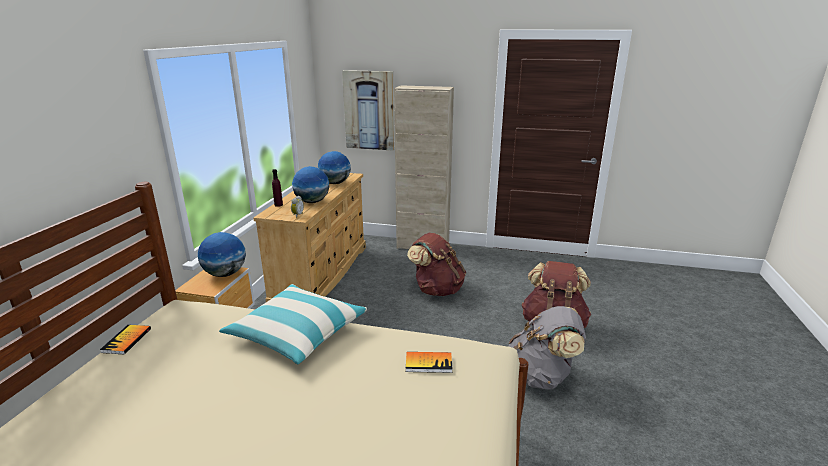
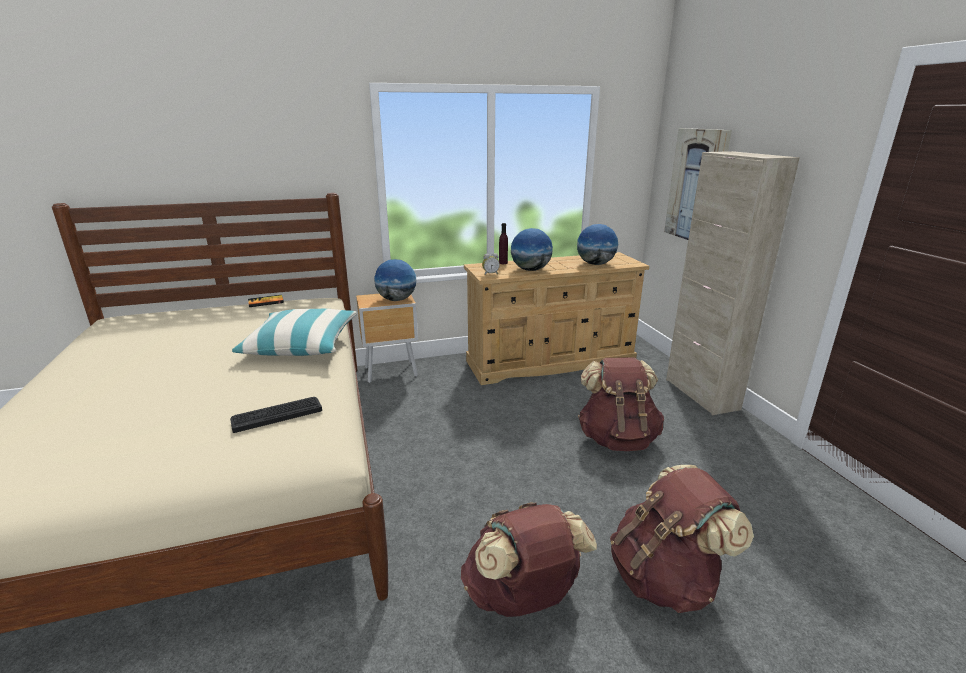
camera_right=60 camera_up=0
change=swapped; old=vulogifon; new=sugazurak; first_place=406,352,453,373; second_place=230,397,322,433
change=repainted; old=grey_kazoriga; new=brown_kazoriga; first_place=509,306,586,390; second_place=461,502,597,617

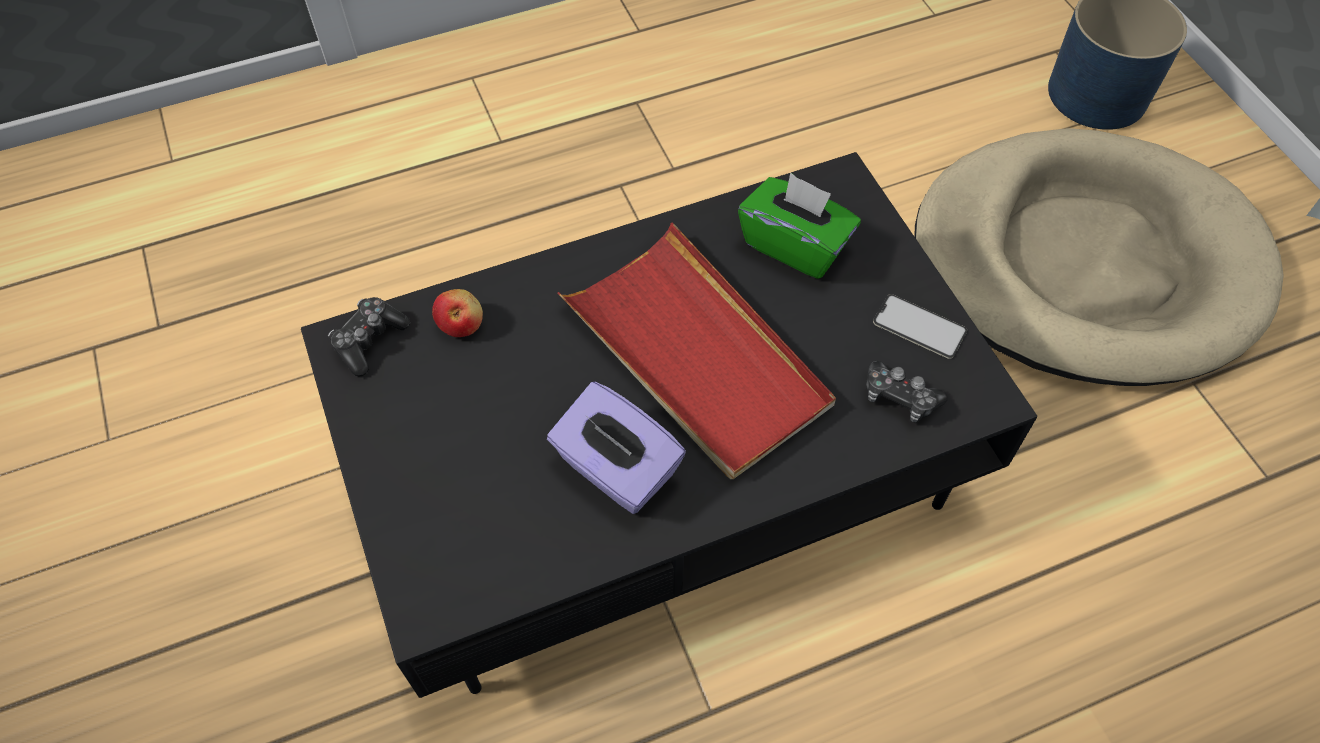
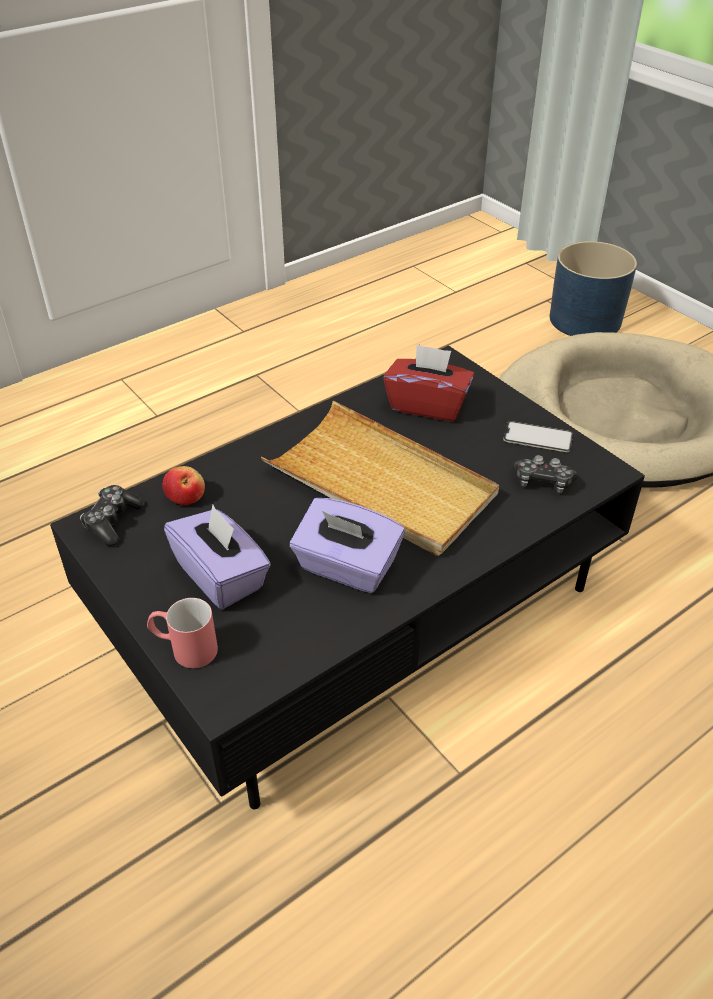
camera_right=-15 camera_up=-15
change=new; new=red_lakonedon; second_place=147,598,218,668
change=new; new=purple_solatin; second_place=164,505,271,609
change=repainted; old=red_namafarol; new=beige_namafarol; first_place=558,222,836,479; second_place=261,401,499,556
change=repainted; old=green_solatin; new=red_solatin; first_place=738,172,861,279; second_place=383,344,474,421

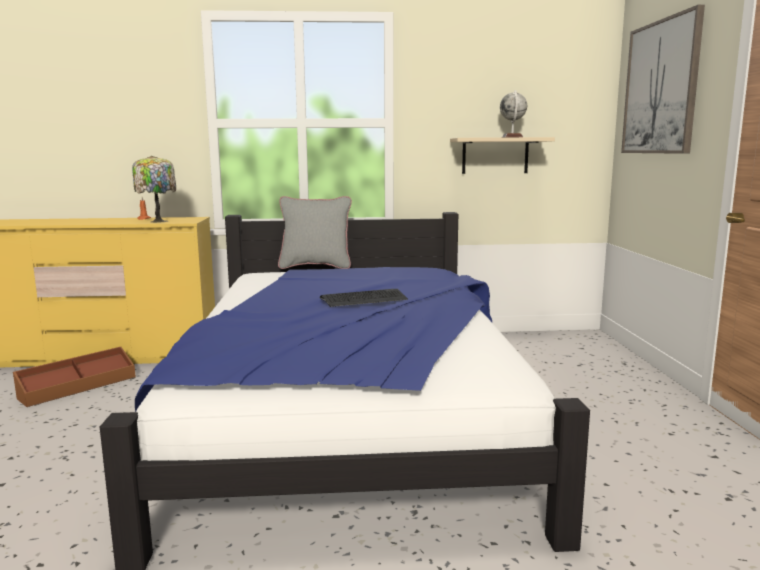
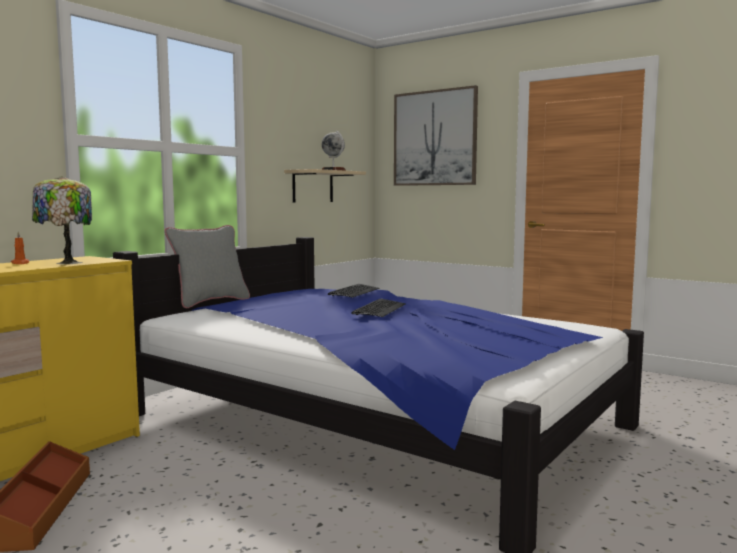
camera_right=-50 camera_up=-5
change=new; new=sugazurak; second_place=328,284,379,297

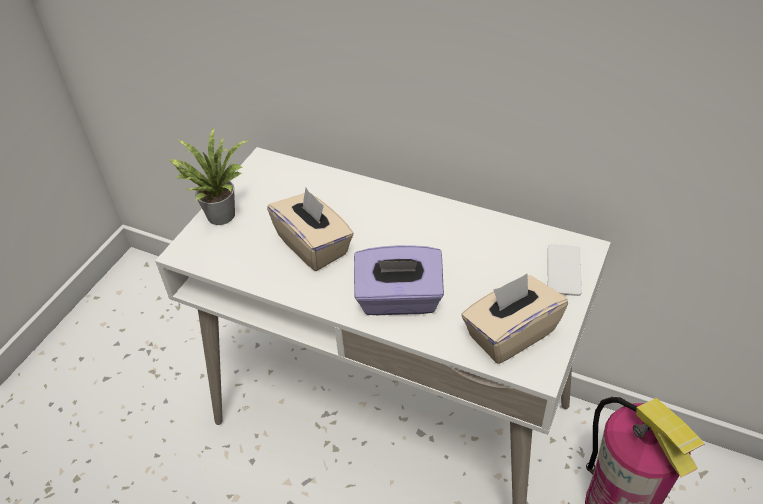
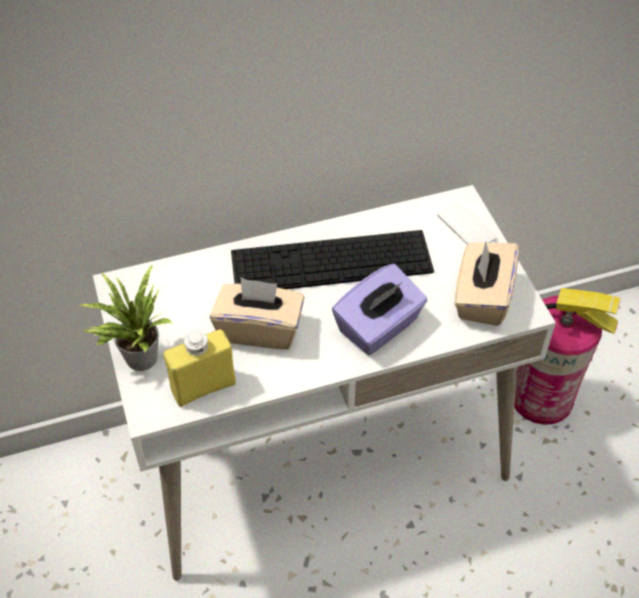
camera_right=-45 camera_up=5
change=new; new=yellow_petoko; second_place=164,329,236,407
change=new; new=sugazurak; second_place=231,230,434,289

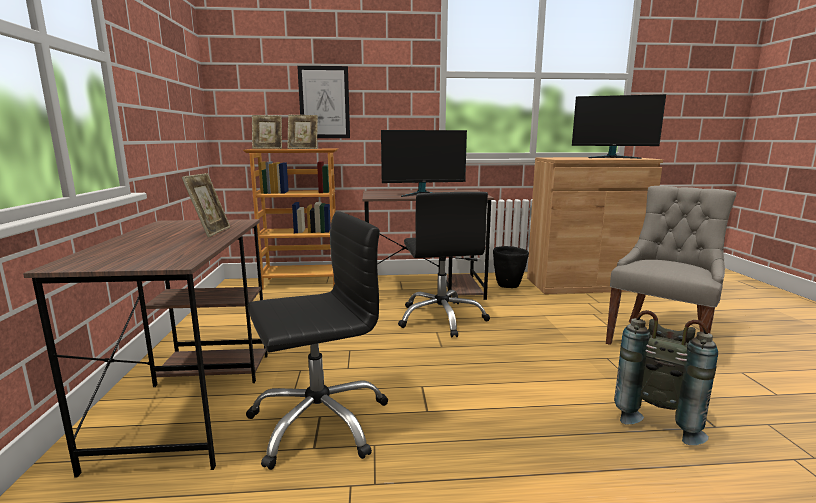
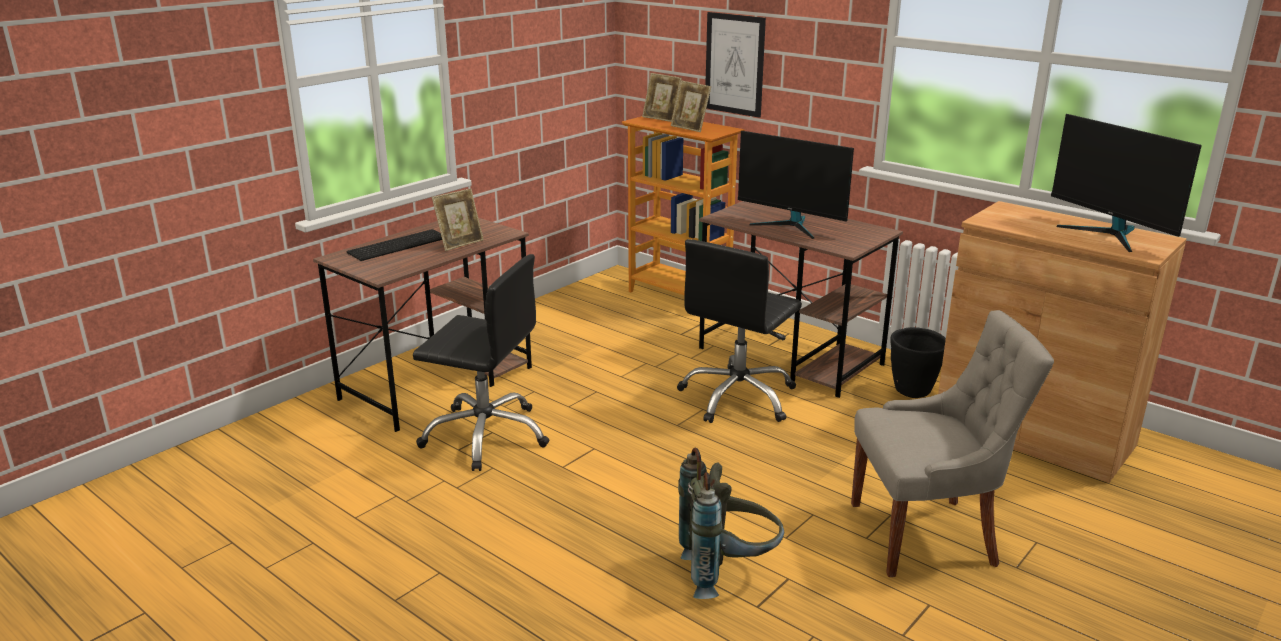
camera_right=45 camera_up=10
change=new; new=sugazurak; second_place=347,229,442,261

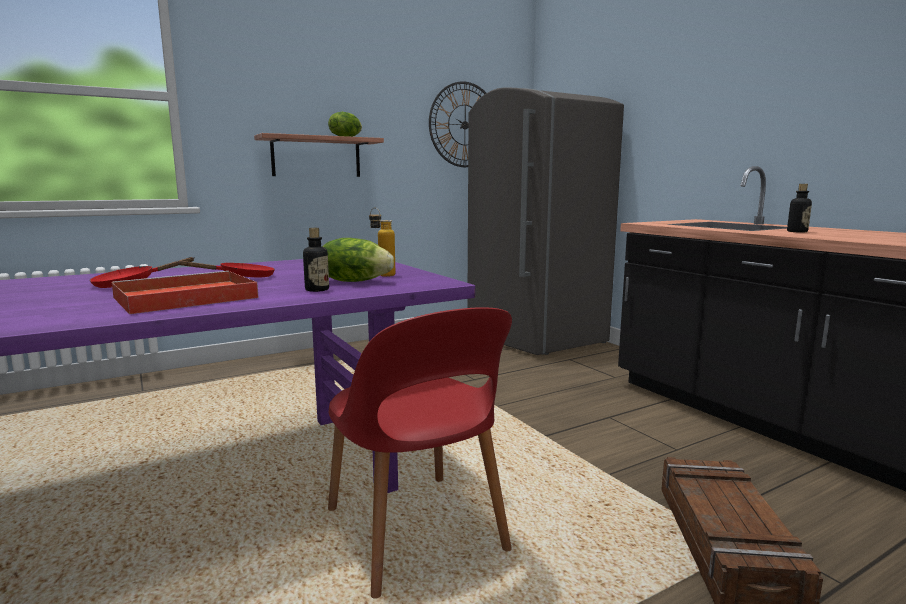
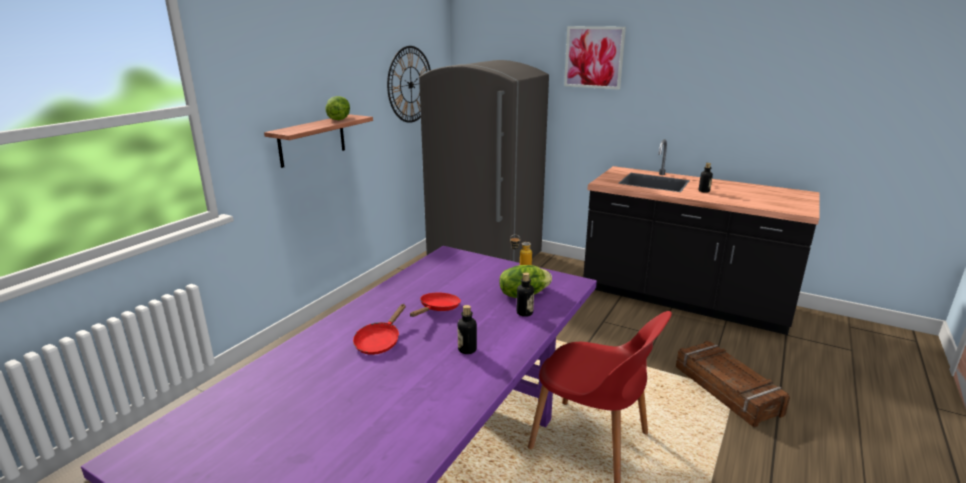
camera_right=-30 camera_up=10
change=new; new=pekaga; second_place=564,26,626,90
change=swapped; old=red_namafarol; new=petoko; first_place=112,271,259,314; second_place=458,305,477,354

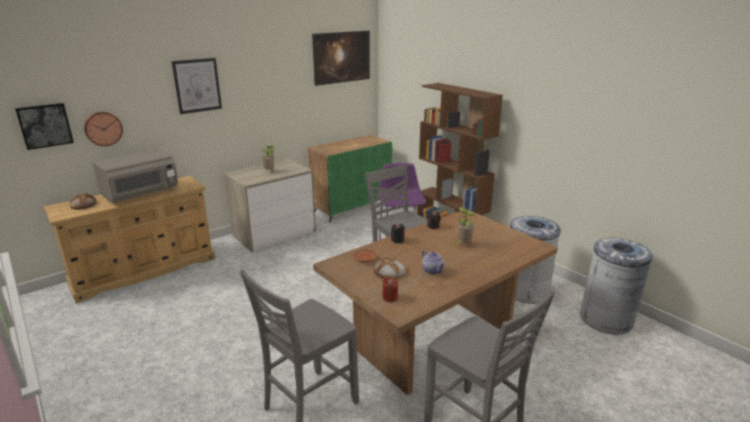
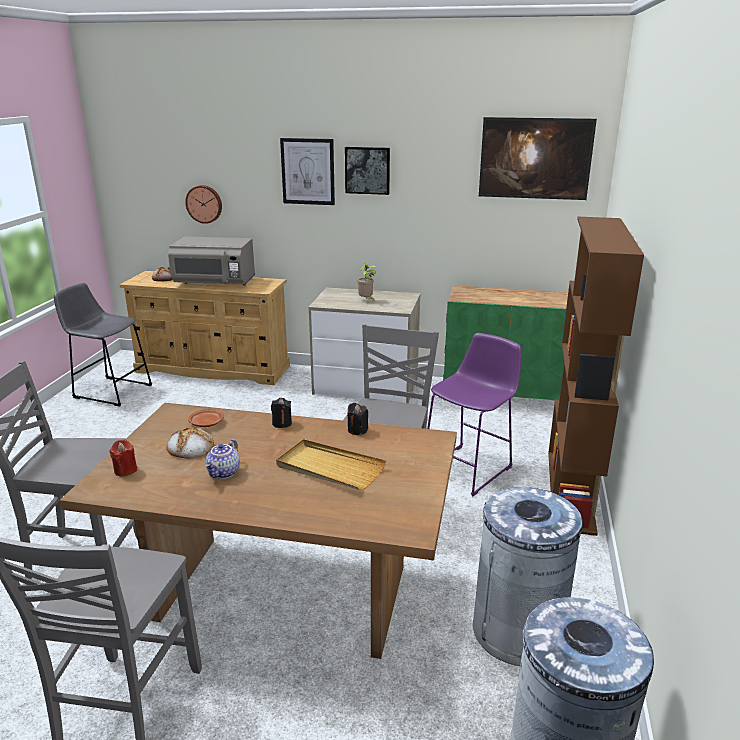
camera_right=50 camera_up=0
change=new; new=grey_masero; second_place=54,283,152,407
change=shifted; old=pekaga; first_place=15,103,74,150; second_place=345,147,390,195
change=swapped; old=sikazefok; new=beige_namafarol; first_place=455,207,475,245; second_place=276,439,386,490

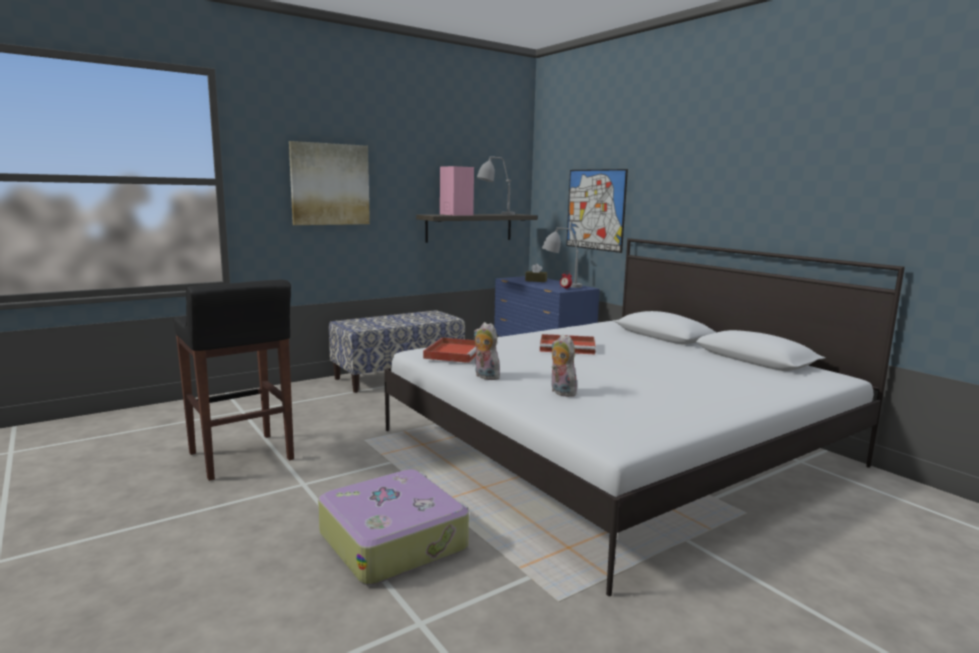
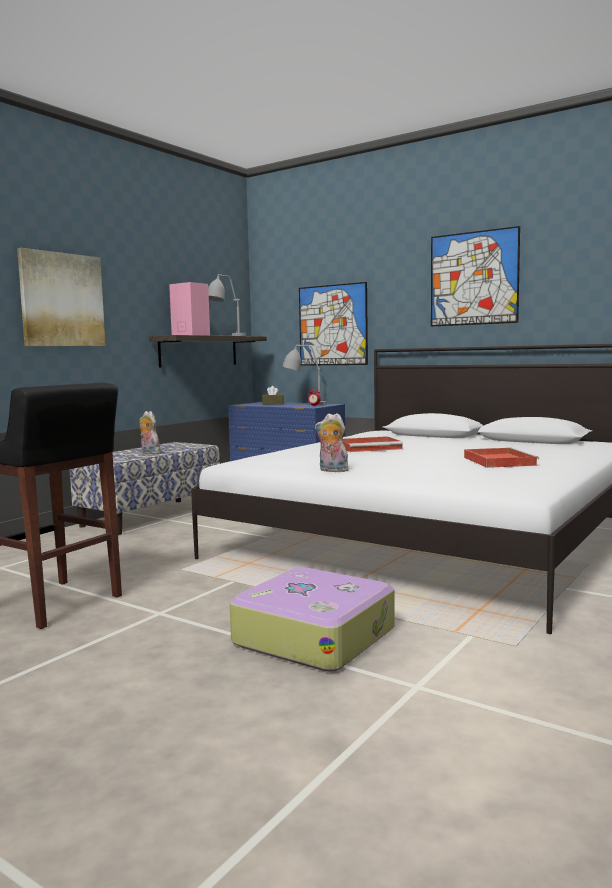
camera_right=-20 camera_up=-5
change=new; new=pekaga; second_place=431,226,520,327
change=shifted; old=red_namafarol; first_place=423,338,476,363; second_place=464,448,539,468
change=shifted; old=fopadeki; first_place=552,334,577,397; second_place=139,411,160,454

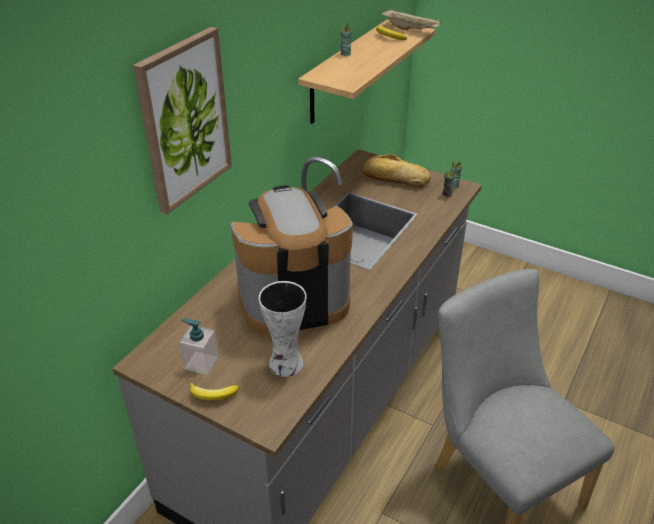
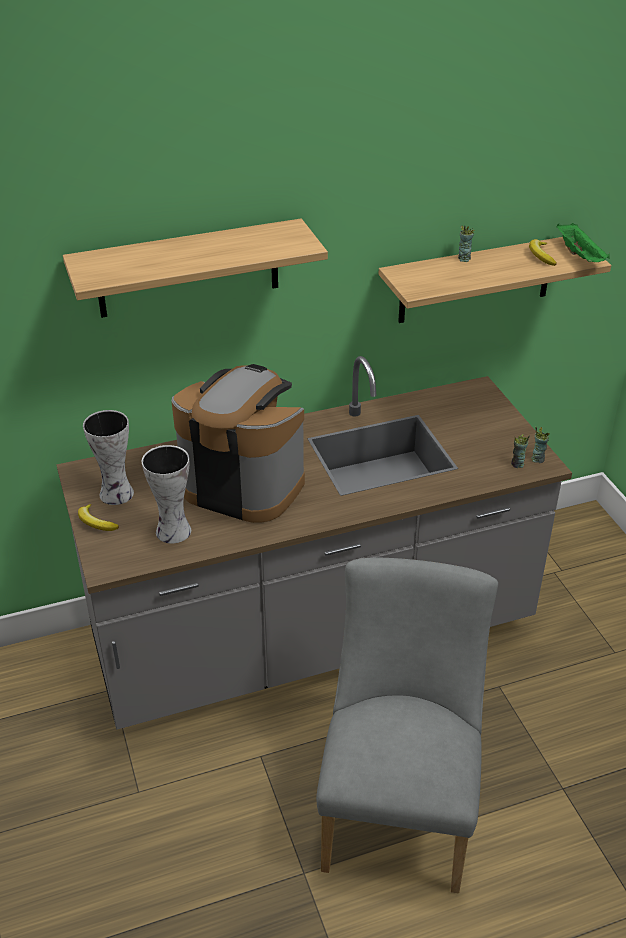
camera_right=40 camera_up=0
change=gone; old=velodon; first_place=363,154,431,187
change=swapped; old=pekaga; new=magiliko; first_place=133,27,232,214; second_place=63,219,328,318
change=swapped; old=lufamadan; new=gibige; first_place=179,318,218,375; second_place=83,410,134,505
change=repainted; old=beige_namafarol; new=green_namafarol; first_place=381,9,441,30; second_place=556,223,610,262

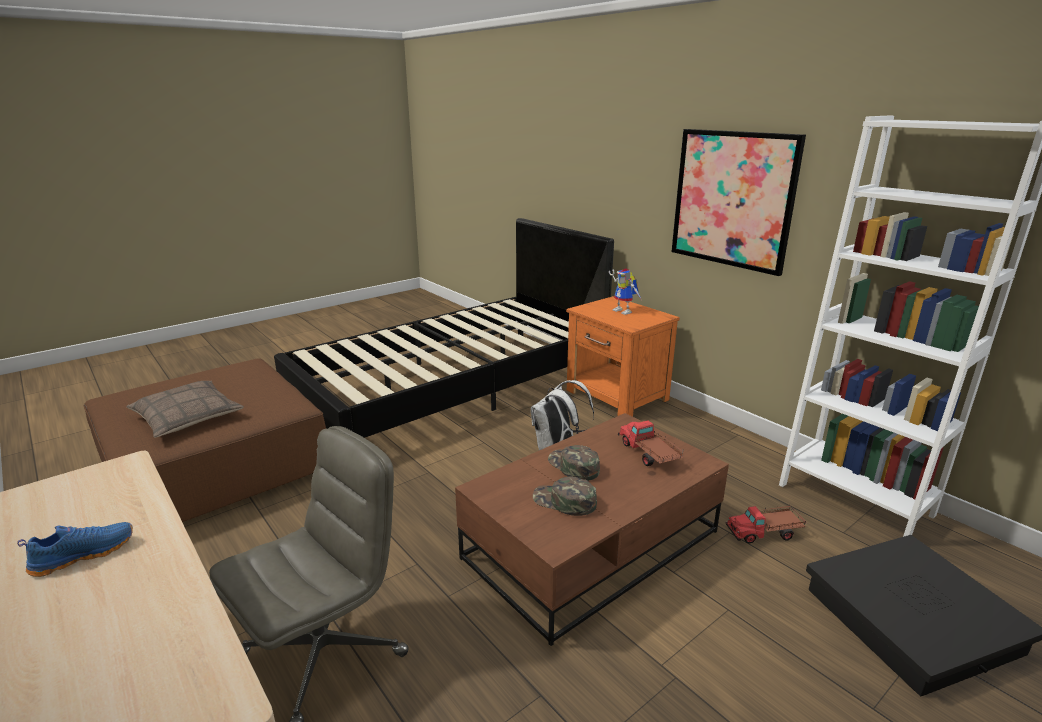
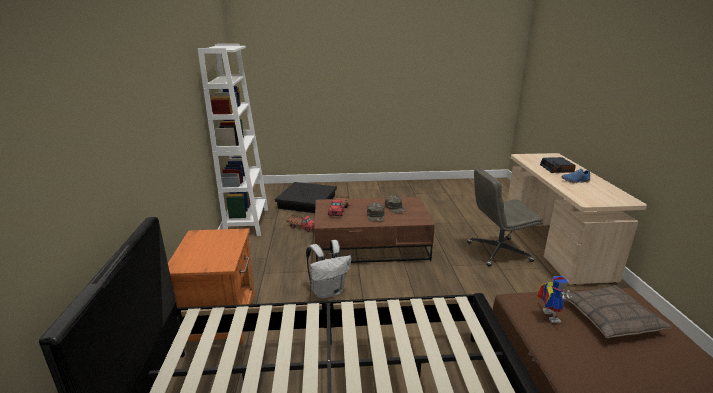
camera_right=-145 camera_up=0
change=gone; old=pekaga; first_place=671,129,806,276
change=new; new=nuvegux; second_place=540,157,576,173
change=shifted; old=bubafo; first_place=609,268,642,315; second_place=536,276,572,323

